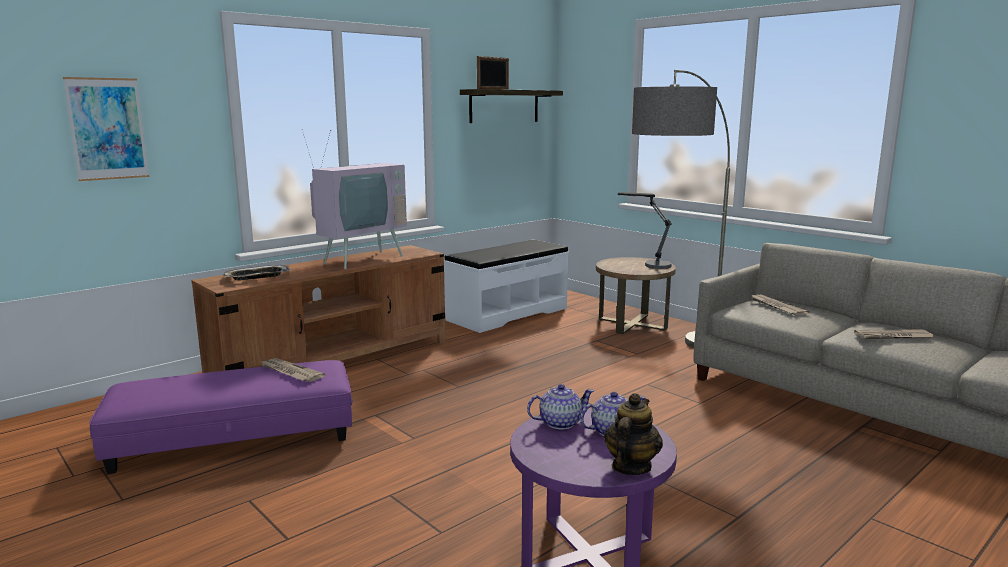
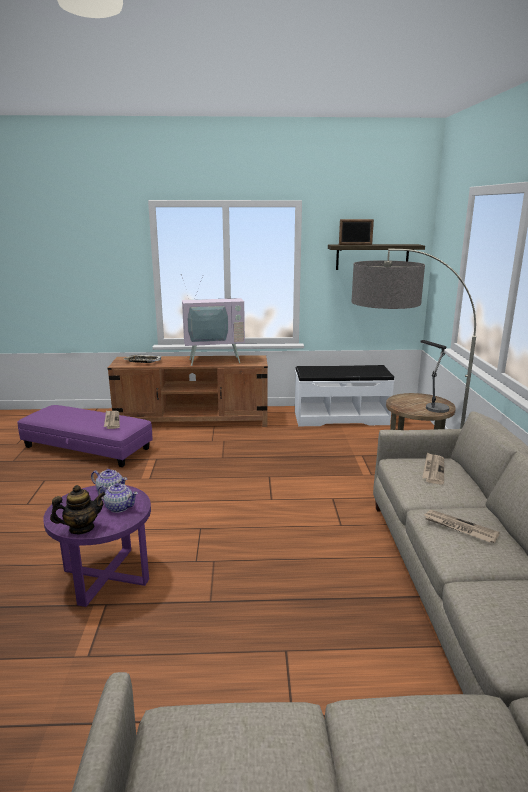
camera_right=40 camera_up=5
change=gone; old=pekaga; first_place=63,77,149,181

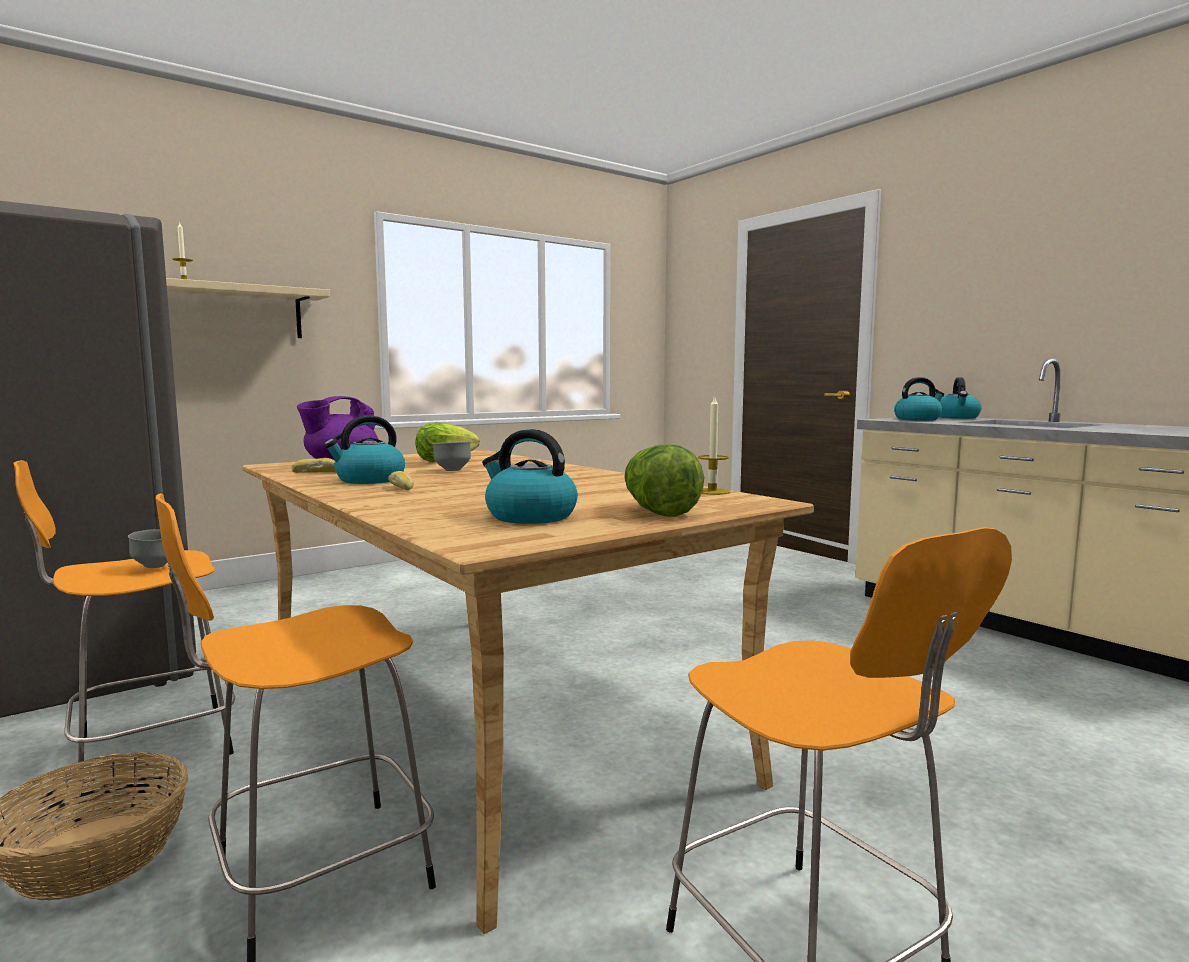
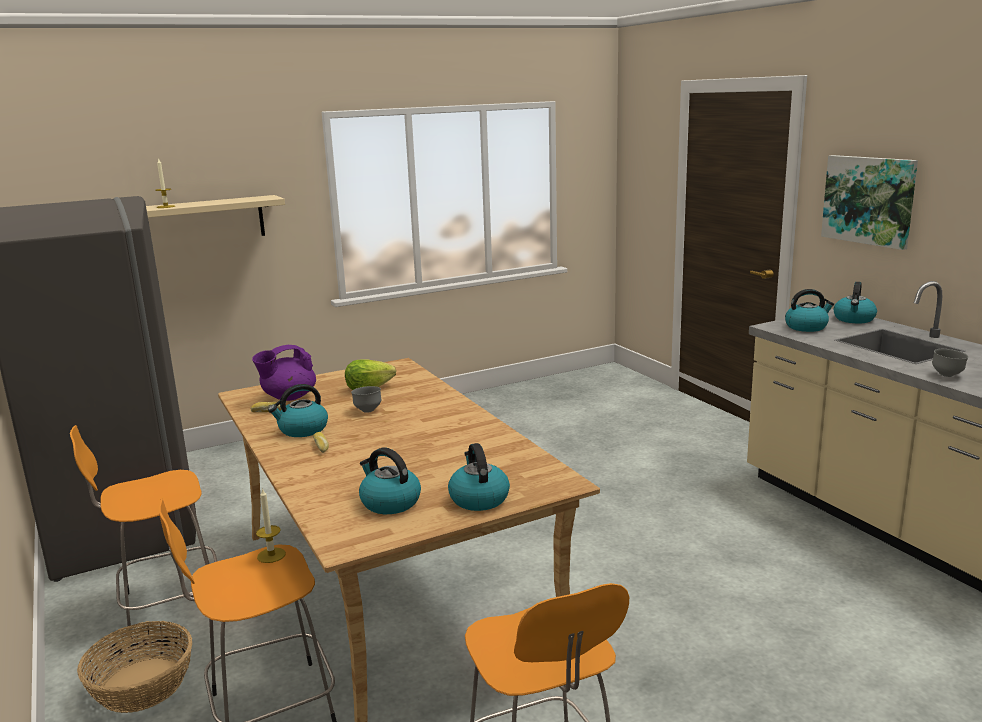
camera_right=10 camera_up=10
change=new; new=pekaga; second_place=821,155,918,250
change=shifted; old=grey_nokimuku; first_place=128,529,168,568; second_place=932,349,969,377
change=shifted; old=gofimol; first_place=698,395,731,495; second_place=256,488,286,563
change=swapped; old=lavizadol; new=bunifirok; first_place=624,444,704,517; second_place=448,443,510,511

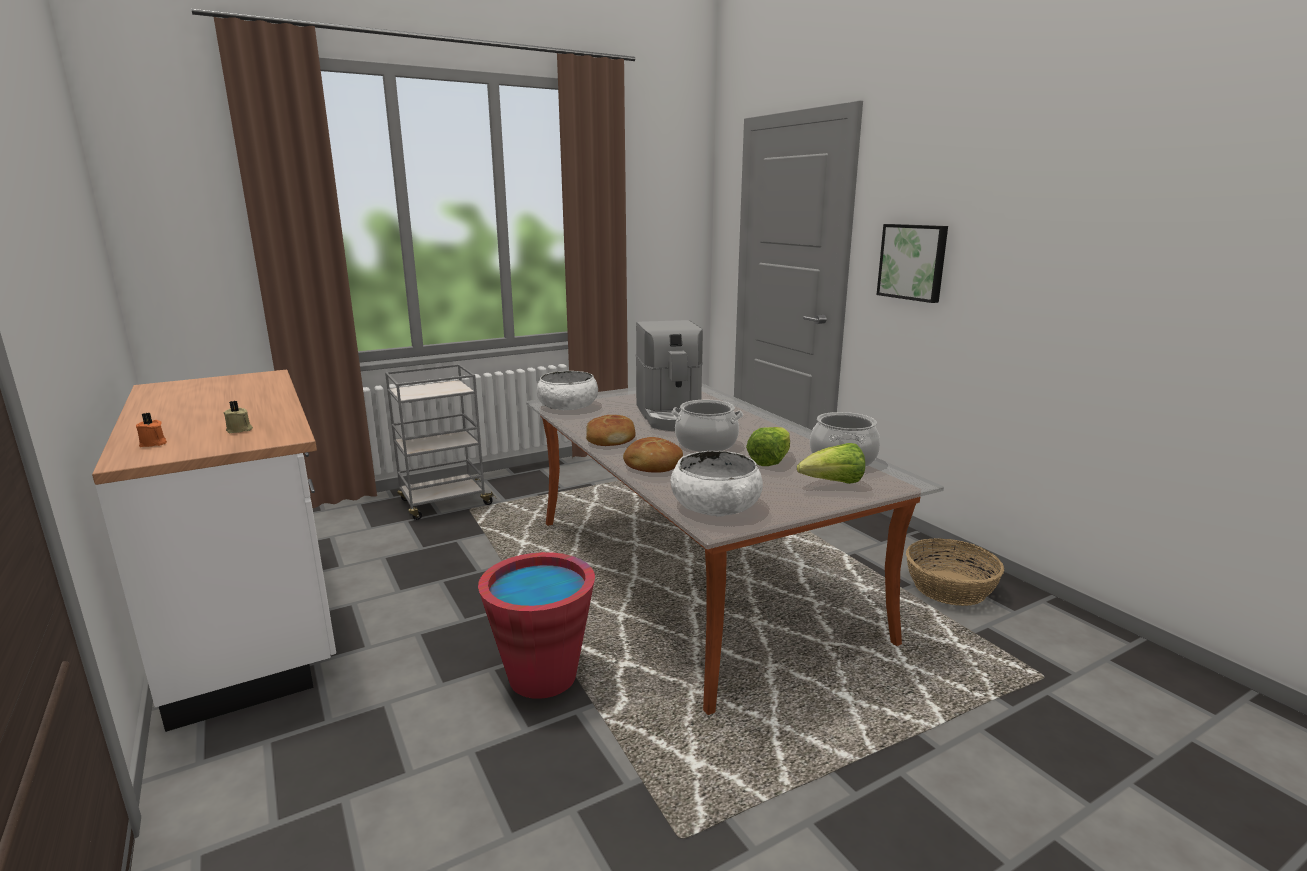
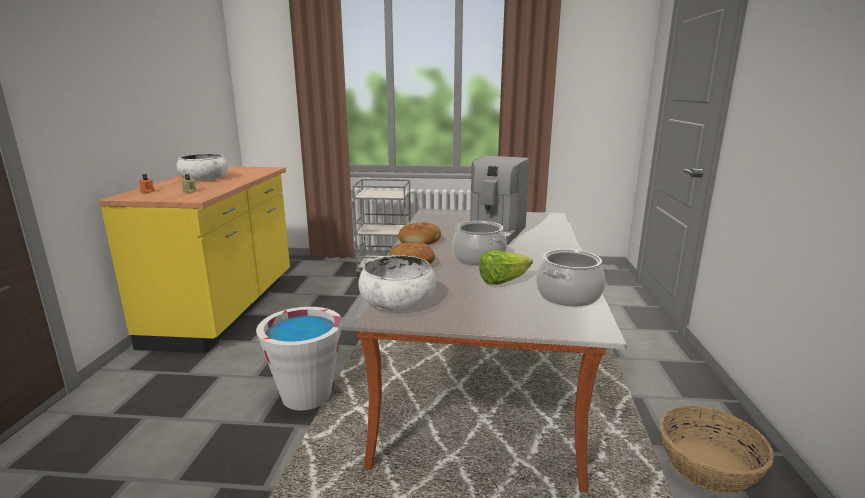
camera_right=35 camera_up=0
change=gone; old=lavizadol; first_place=797,443,865,484
change=gone; old=pekaga; first_place=877,224,948,303
change=shifted; old=white_nokimuku; first_place=537,371,598,411; second_place=177,154,228,181
change=repainted; old=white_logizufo; new=yellow_logizufo; first_place=92,370,336,732; second_place=98,166,290,353
change=repainted; old=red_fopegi; new=white_fopegi; first_place=478,552,595,699; second_place=256,307,342,410

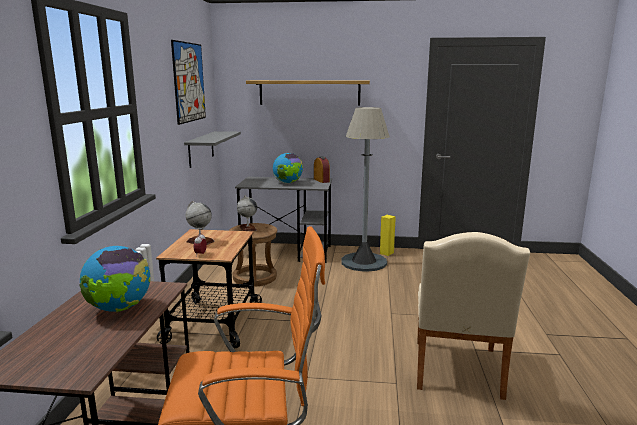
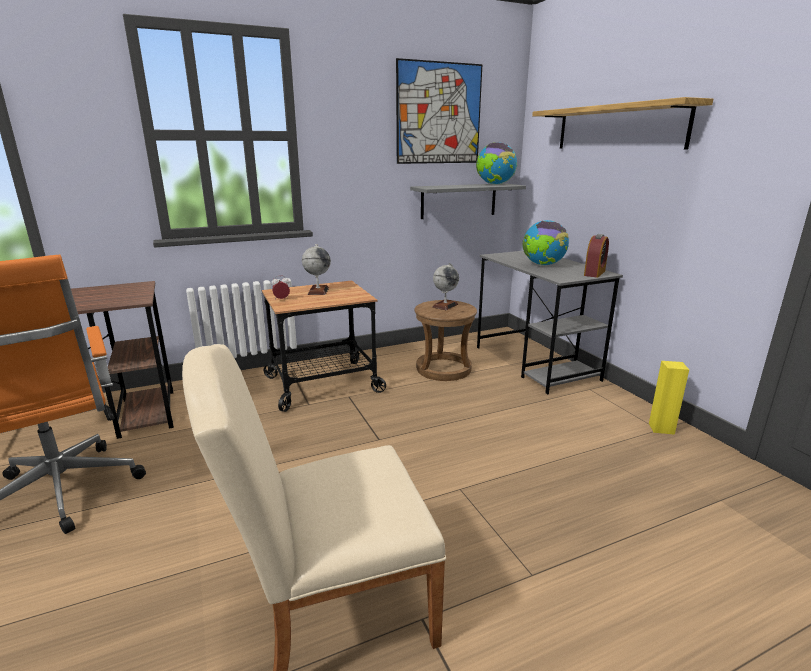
camera_right=60 camera_up=5
change=gone; old=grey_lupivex; first_place=341,107,390,272
change=shifted; old=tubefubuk; first_place=80,246,150,312; second_place=476,142,517,185

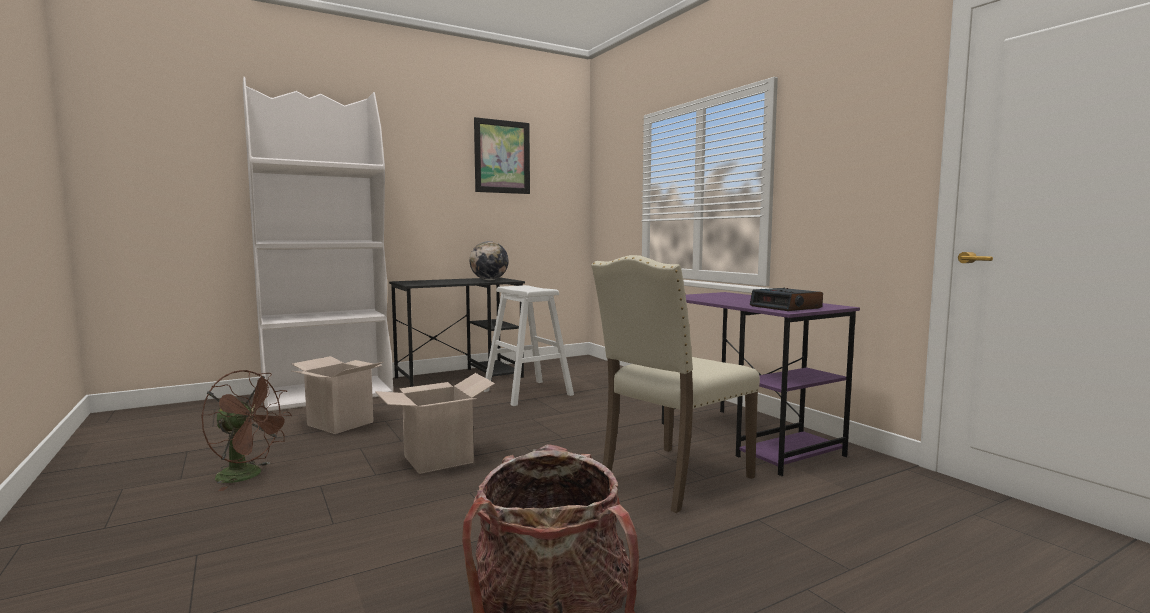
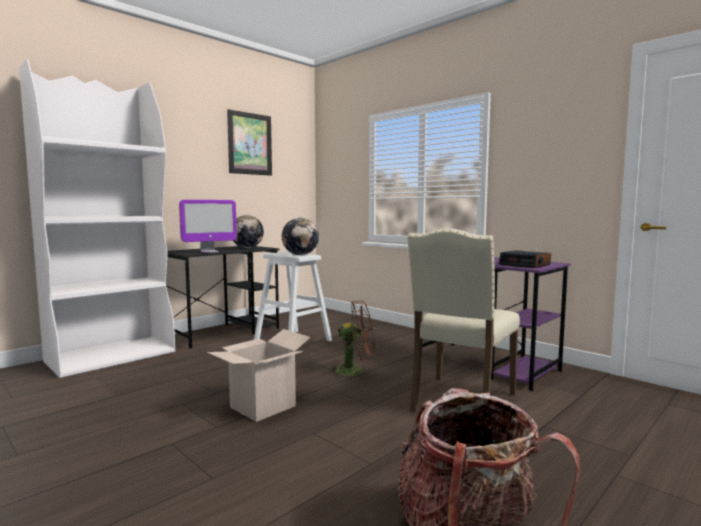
camera_right=-15 camera_up=0
change=gone; old=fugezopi; first_place=292,356,383,434
change=new; new=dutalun; second_place=179,200,237,253
change=new; new=tubefubuk; second_place=282,218,319,255
change=shifted; old=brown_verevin; first_place=201,370,292,491; second_place=328,300,375,380

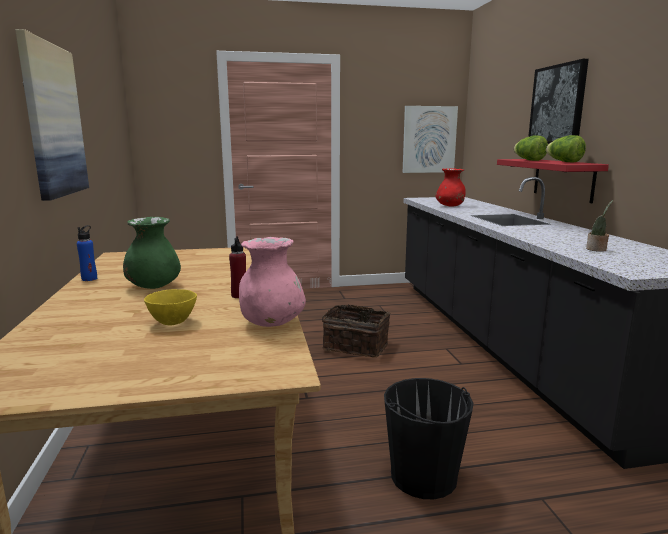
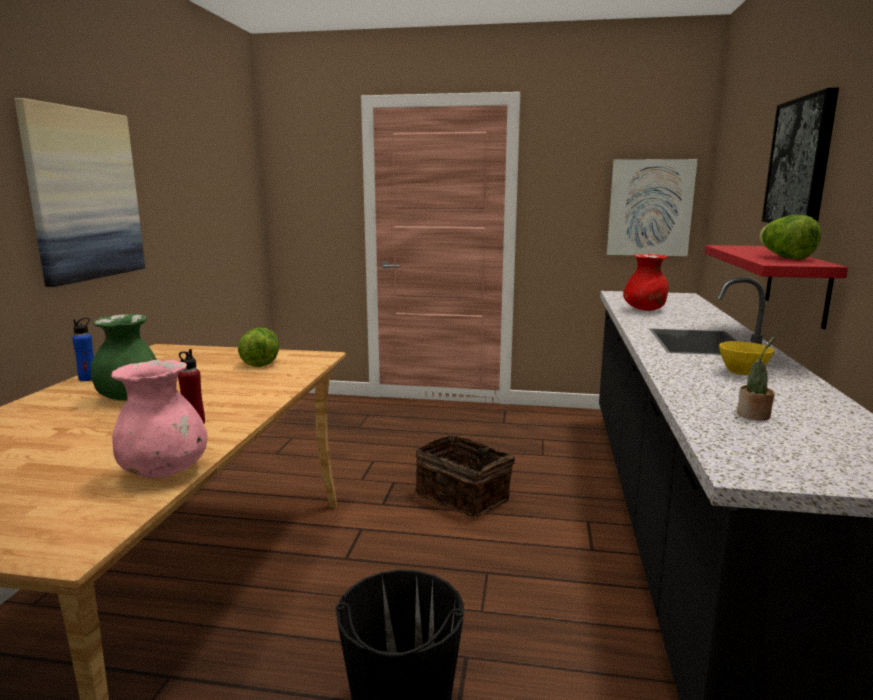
camera_right=20 camera_up=0
change=shifted; old=yellow_nokimuku; first_place=144,289,197,325; second_place=719,341,774,375
change=shifted; old=lavizadol; first_place=514,135,548,161; second_place=238,328,279,367

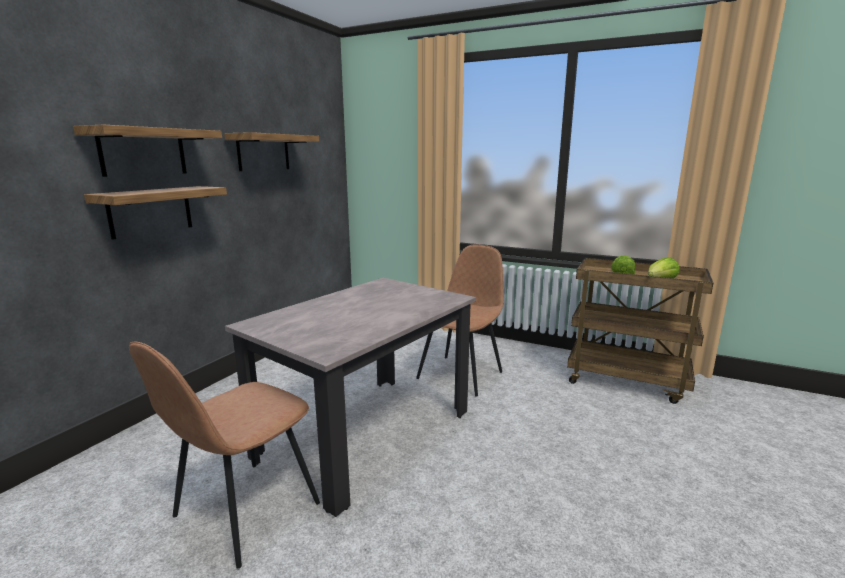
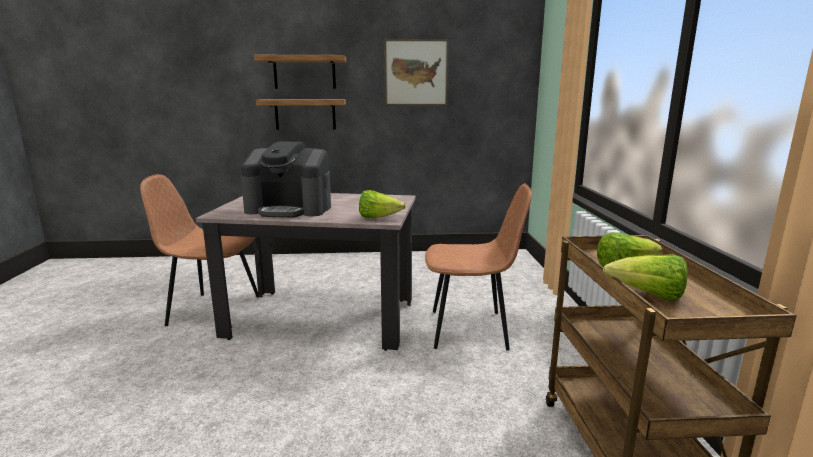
camera_right=60 camera_up=0
change=new; new=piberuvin; second_place=241,141,331,218
change=new; new=lavizadol; second_place=359,190,406,218
change=swapped; old=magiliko; new=pekaga; first_place=224,132,319,171; second_place=384,39,449,106

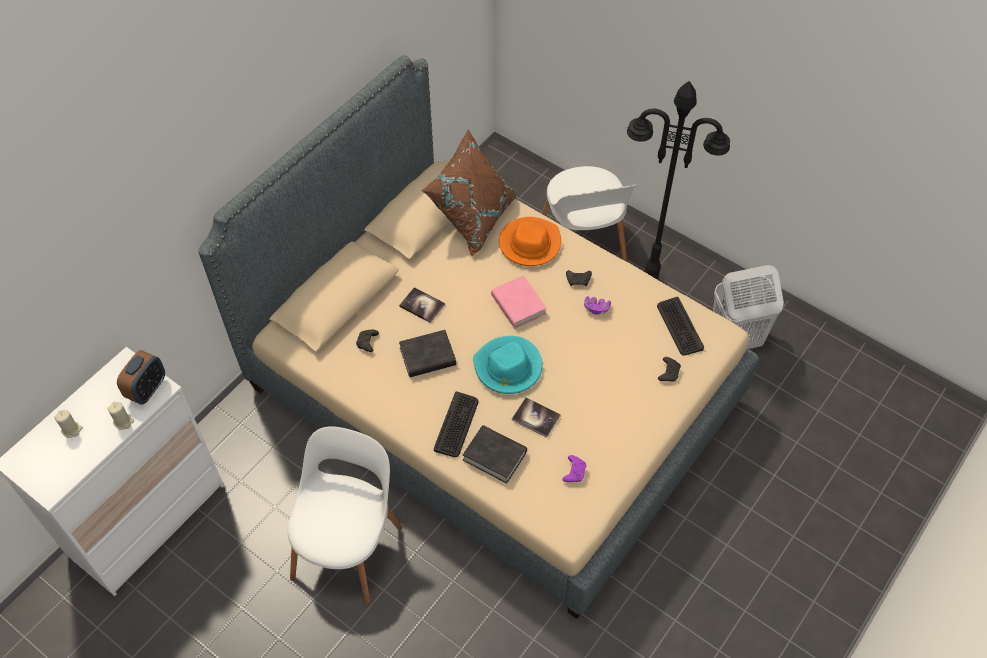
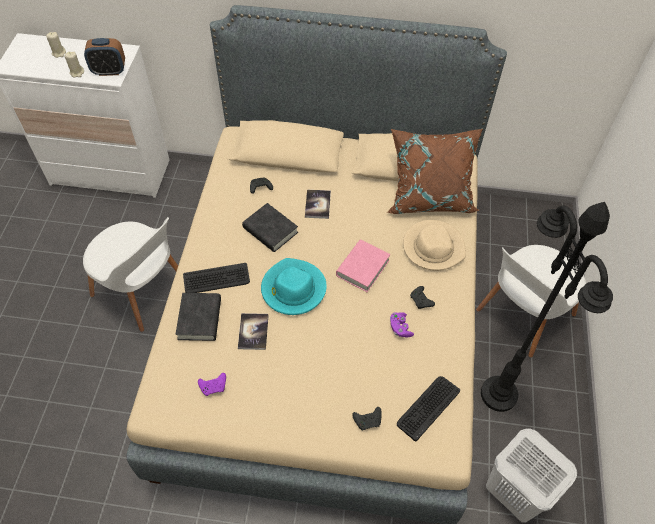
camera_right=60 camera_up=0
change=repainted; old=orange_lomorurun; new=beige_lomorurun; first_place=499,217,561,266; second_place=403,220,466,271
change=rotated; old=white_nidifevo; first_place=288,426,402,605; second_place=83,217,178,332; degrees=45

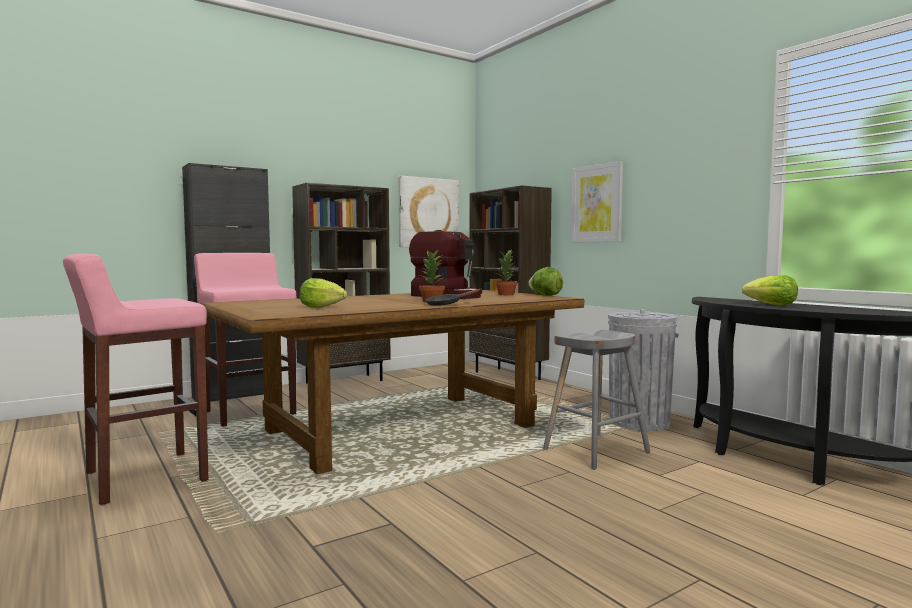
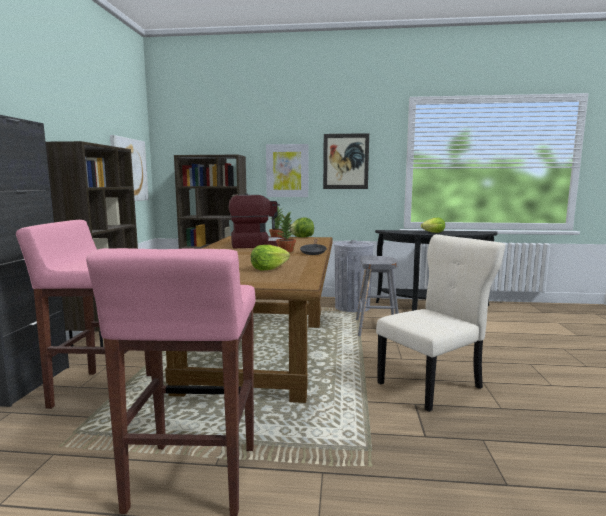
camera_right=-50 camera_up=5
change=new; new=pekaga; second_place=323,133,369,189
change=new; new=beige_nidifevo; second_place=376,234,506,412

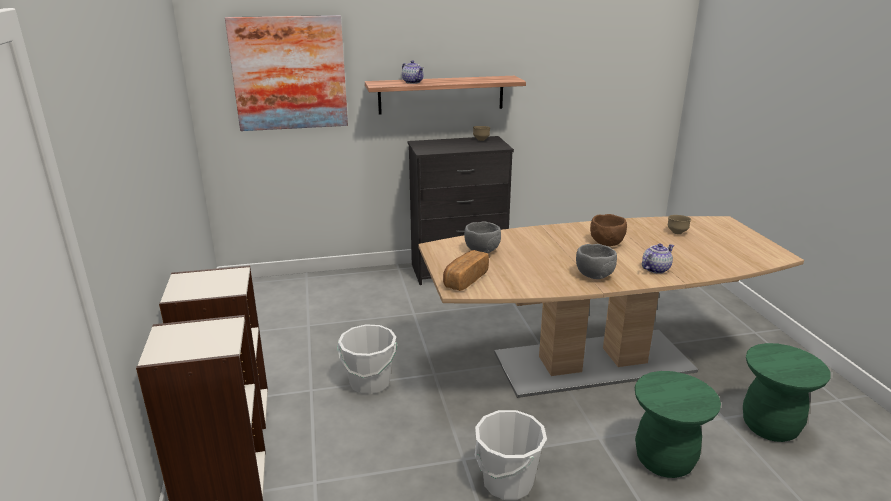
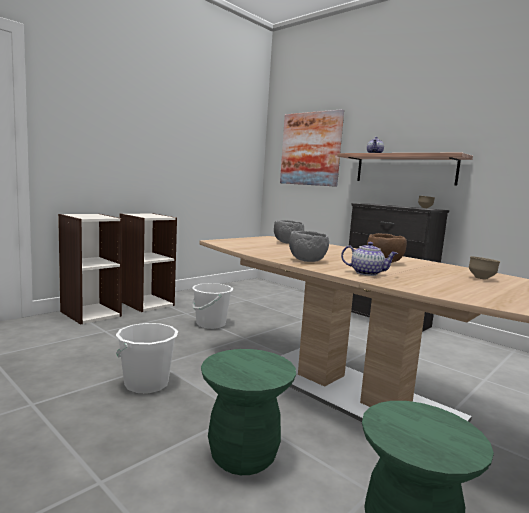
camera_right=55 camera_up=-15
change=gone; old=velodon; first_place=443,250,489,291

